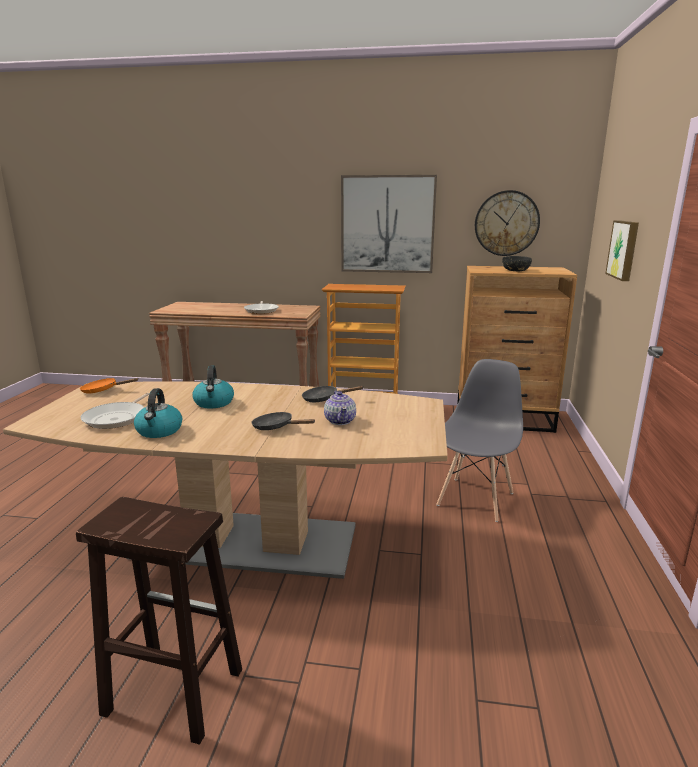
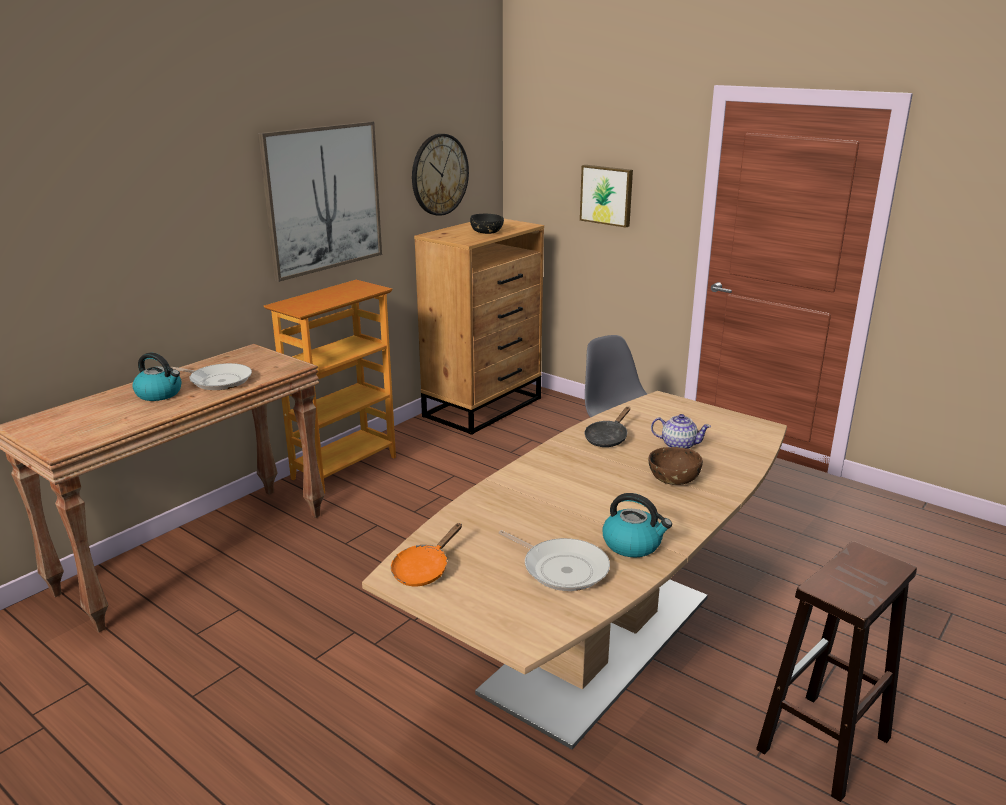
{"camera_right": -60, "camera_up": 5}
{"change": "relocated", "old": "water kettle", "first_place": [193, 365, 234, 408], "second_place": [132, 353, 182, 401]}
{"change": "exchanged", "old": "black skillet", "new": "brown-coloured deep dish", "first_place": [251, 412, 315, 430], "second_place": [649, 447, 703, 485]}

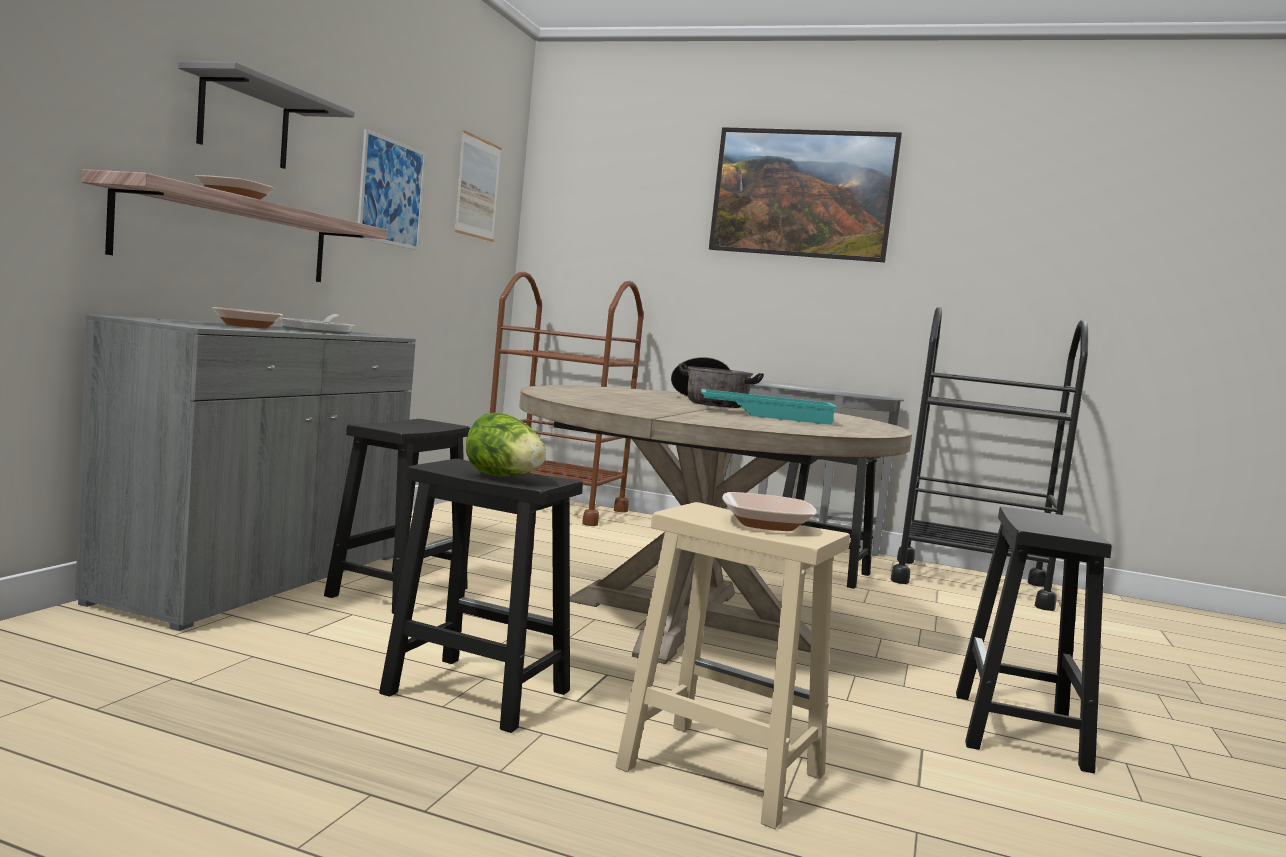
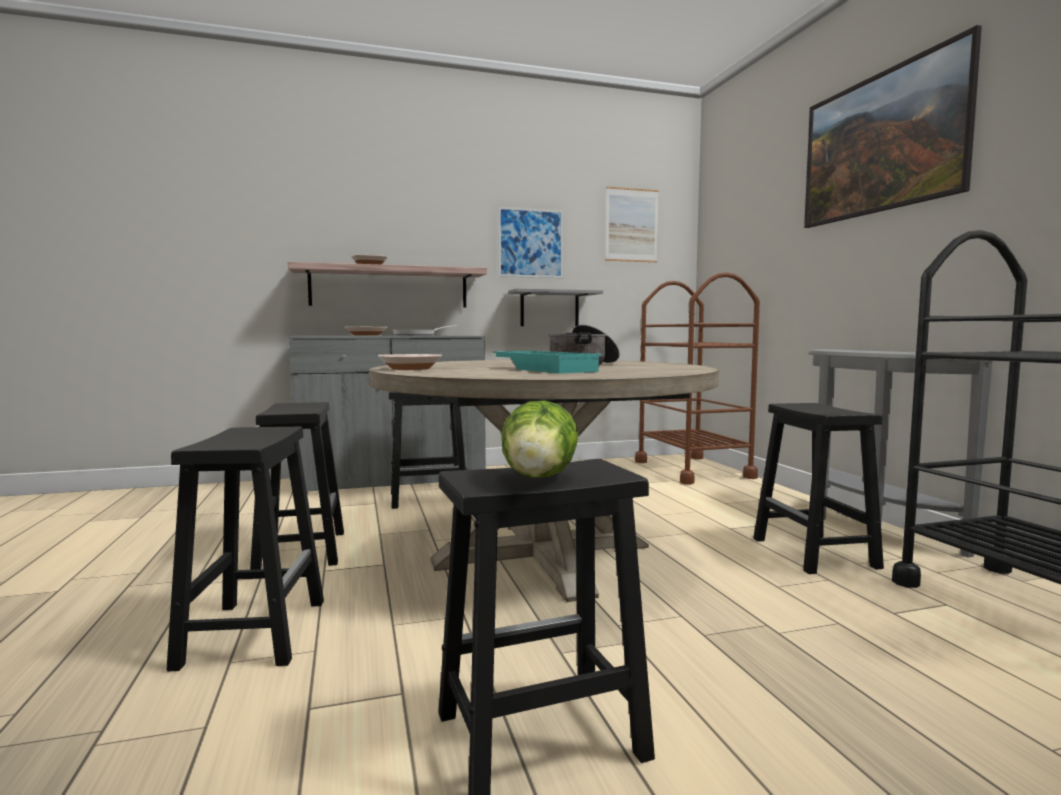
{"camera_right": 55, "camera_up": 0}
{"change": "relocated", "old": "greyish wall shelf", "first_place": [178, 62, 355, 169], "second_place": [508, 288, 603, 326]}
{"change": "relocated", "old": "lettuce head", "first_place": [466, 413, 546, 476], "second_place": [501, 400, 578, 478]}
{"change": "colour", "old": "beige-coloured stool", "new": "black stool", "first_place": [615, 502, 850, 829], "second_place": [166, 427, 324, 672]}
{"change": "relocated", "old": "deep dish", "first_place": [722, 492, 817, 531], "second_place": [378, 354, 442, 370]}

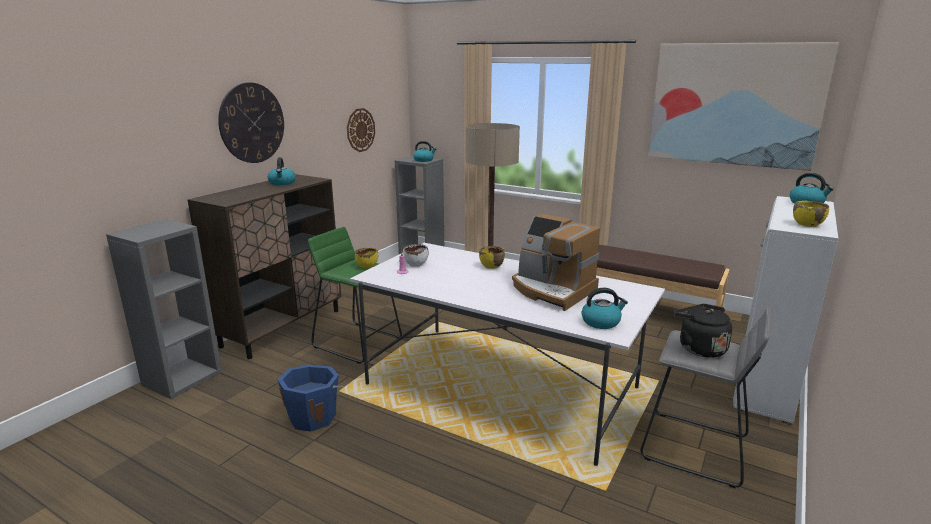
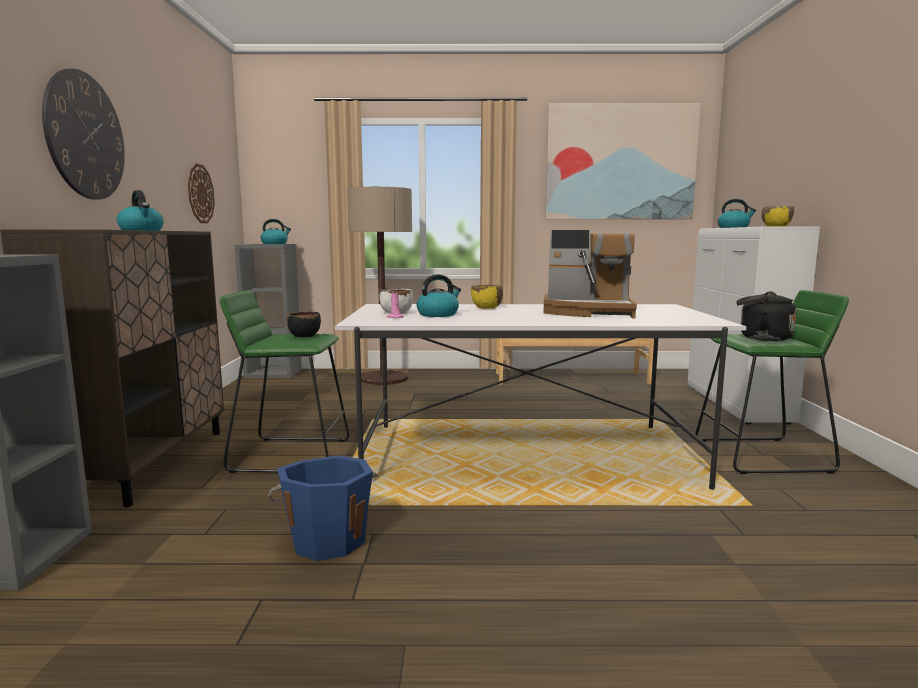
{"camera_right": -30, "camera_up": -10}
{"change": "colour", "old": "yellow-coloured deep dish", "new": "black deep dish", "first_place": [355, 248, 378, 269], "second_place": [286, 311, 321, 337]}
{"change": "relocated", "old": "water kettle", "first_place": [582, 288, 628, 329], "second_place": [417, 274, 461, 317]}
{"change": "colour", "old": "greyish stool", "new": "green-coloured stool", "first_place": [641, 308, 771, 488], "second_place": [695, 290, 849, 474]}

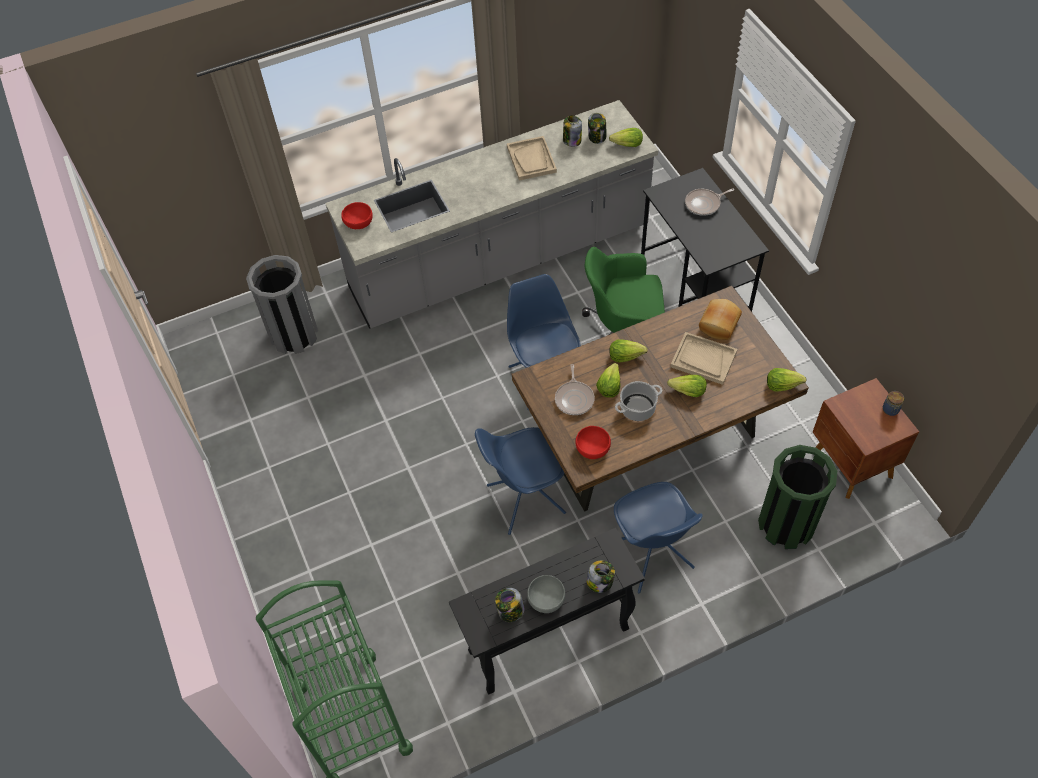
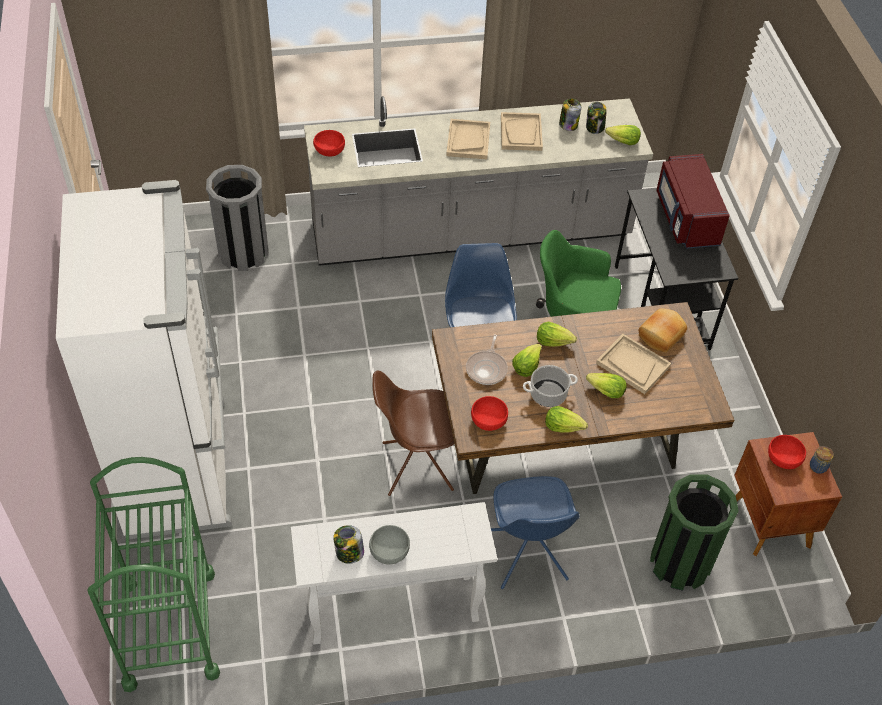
{"camera_right": 10, "camera_up": -5}
{"change": "colour", "old": "black hall table", "new": "whitish hall table", "first_place": [449, 528, 645, 694], "second_place": [291, 502, 497, 645]}
{"change": "colour", "old": "bluish upright chair", "new": "brown-coloured upright chair", "first_place": [475, 427, 566, 535], "second_place": [373, 371, 454, 496]}
{"change": "missing", "old": "jar", "first_place": [586, 561, 615, 593]}
{"change": "exchanged", "old": "skillet", "new": "red microwave oven", "first_place": [685, 188, 734, 216], "second_place": [657, 154, 730, 249]}
{"change": "relocated", "old": "lettuce head", "first_place": [767, 368, 806, 392], "second_place": [545, 406, 588, 433]}
{"change": "appeared", "new": "whitish fridge", "second_place": [56, 180, 232, 539]}
{"change": "appeared", "new": "beige-coloured tray", "second_place": [446, 119, 490, 159]}
{"change": "appeared", "new": "red deep dish", "second_place": [768, 435, 806, 469]}

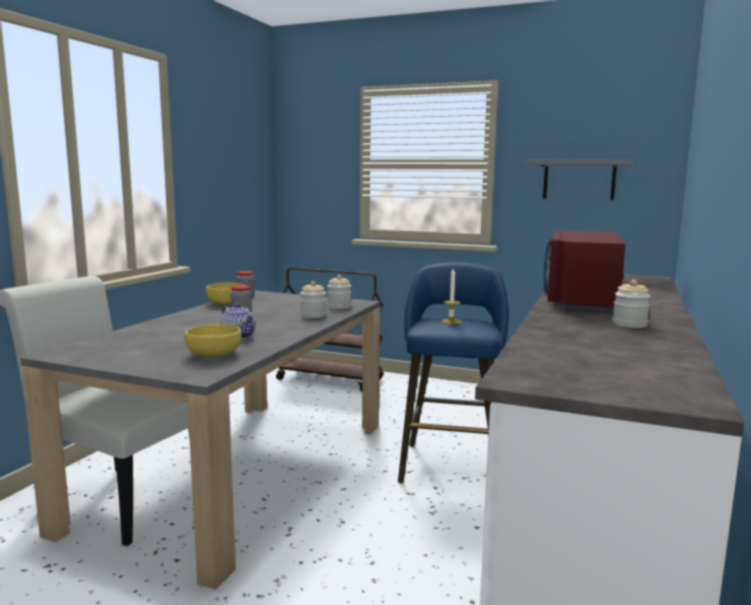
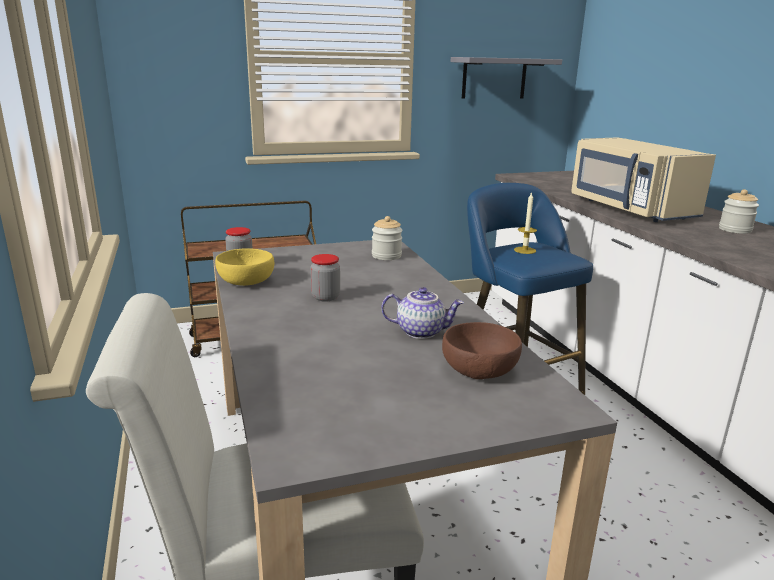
{"camera_right": -40, "camera_up": 10}
{"change": "colour", "old": "yellow-coloured deep dish", "new": "brown-coloured deep dish", "first_place": [184, 324, 241, 357], "second_place": [442, 322, 522, 379]}
{"change": "missing", "old": "jar", "first_place": [300, 281, 326, 318]}
{"change": "colour", "old": "red microwave oven", "new": "beige-coloured microwave oven", "first_place": [544, 231, 625, 313], "second_place": [571, 137, 716, 222]}

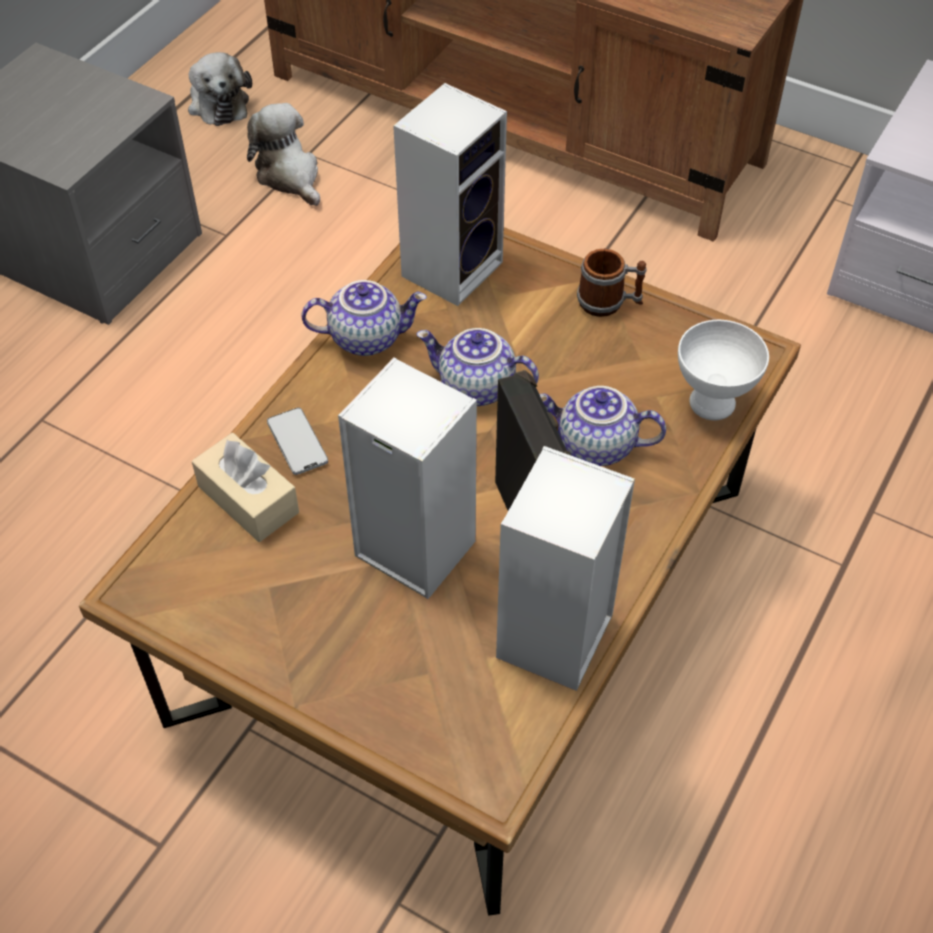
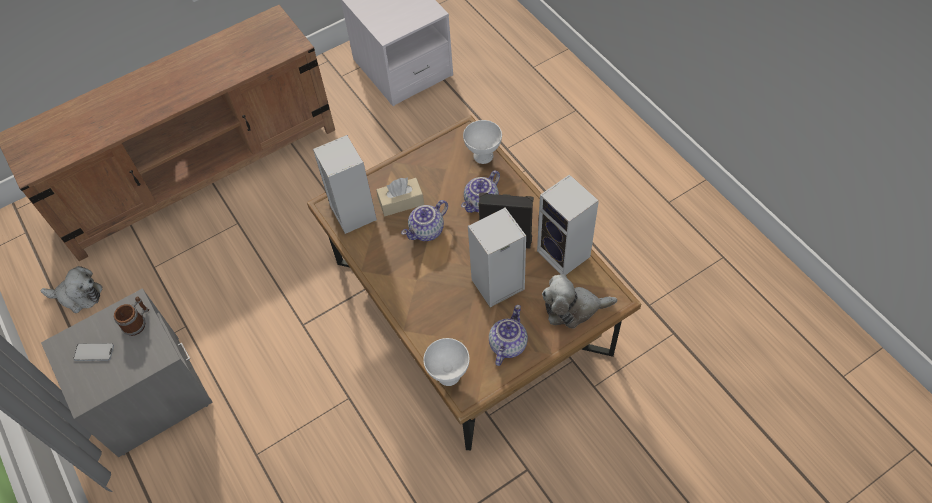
{"camera_right": -60, "camera_up": 5}
{"change": "relocated", "old": "beige-coloured tissue holder", "first_place": [192, 433, 299, 542], "second_place": [376, 177, 424, 216]}
{"change": "relocated", "old": "cuddly toy", "first_place": [247, 103, 320, 206], "second_place": [542, 274, 617, 329]}
{"change": "relocated", "old": "telephone", "first_place": [267, 407, 328, 475], "second_place": [73, 343, 114, 361]}
{"change": "relocated", "old": "pot for tea", "first_place": [301, 280, 427, 356], "second_place": [489, 305, 528, 366]}
{"change": "relocated", "old": "tea mug", "first_place": [577, 249, 647, 317], "second_place": [114, 297, 149, 336]}
{"change": "appeared", "new": "whitish deep dish", "second_place": [423, 338, 470, 386]}

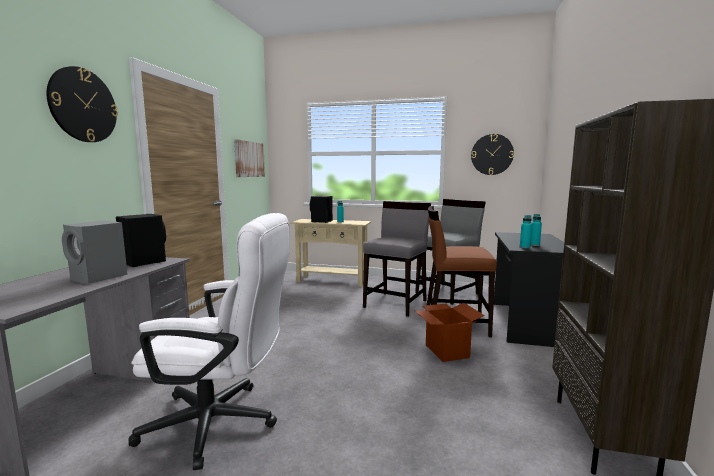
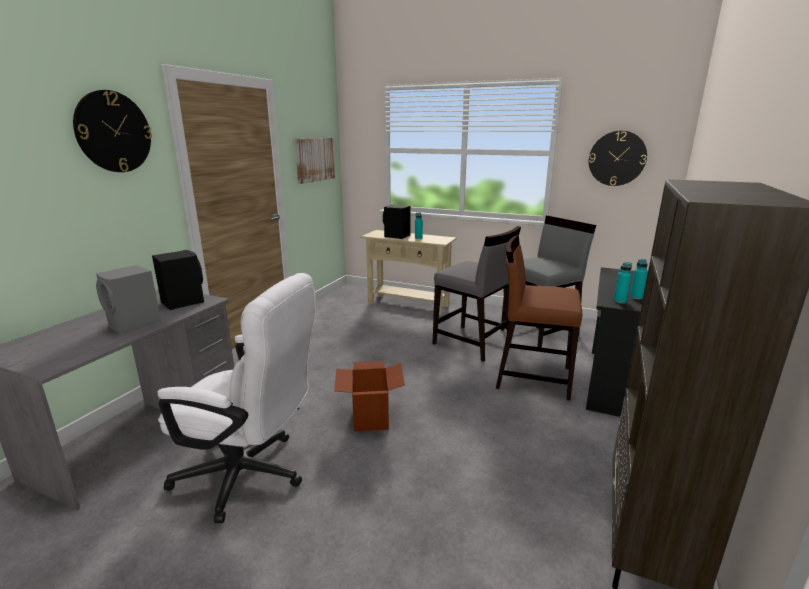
{"camera_right": 10, "camera_up": 10}
{"change": "spun", "old": "greyish upright chair", "first_place": [363, 201, 431, 317], "second_place": [432, 226, 521, 362], "degrees": 90}
{"change": "relocated", "old": "cardboard box", "first_place": [414, 303, 485, 362], "second_place": [334, 361, 405, 431]}

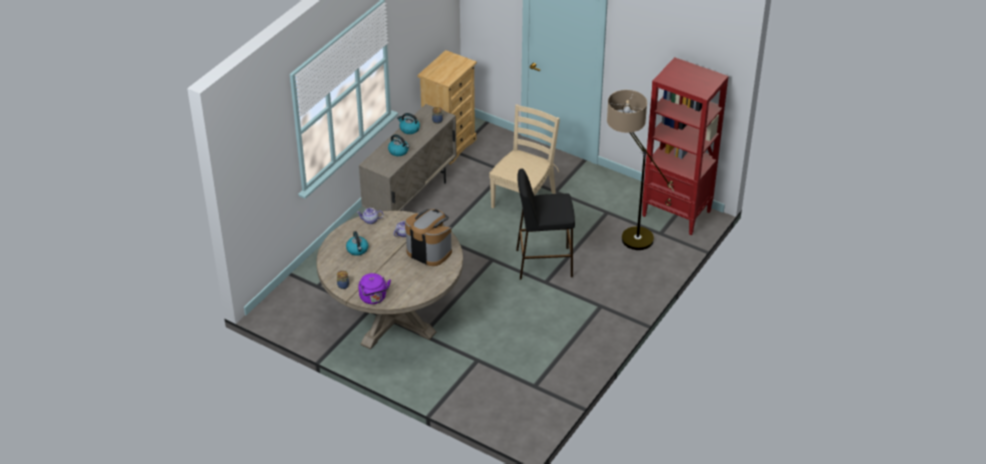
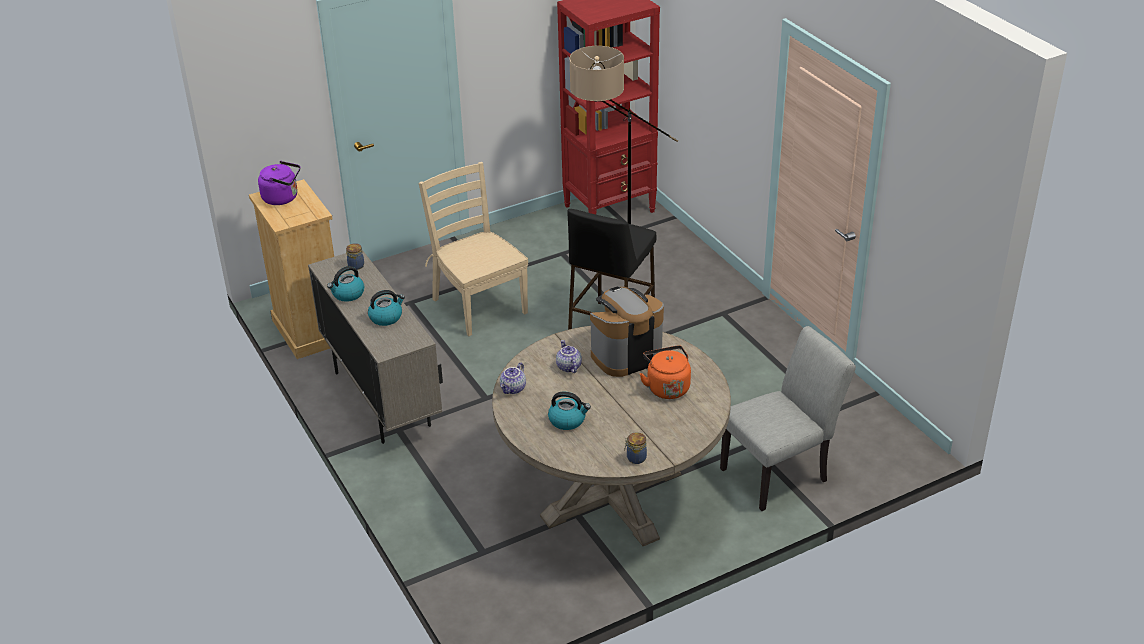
{"camera_right": -60, "camera_up": -5}
{"change": "relocated", "old": "purple water kettle", "first_place": [358, 273, 391, 304], "second_place": [258, 161, 300, 205]}
{"change": "appeared", "new": "orangey water kettle", "second_place": [640, 345, 691, 399]}
{"change": "appeared", "new": "greyish upright chair", "second_place": [720, 326, 856, 511]}

